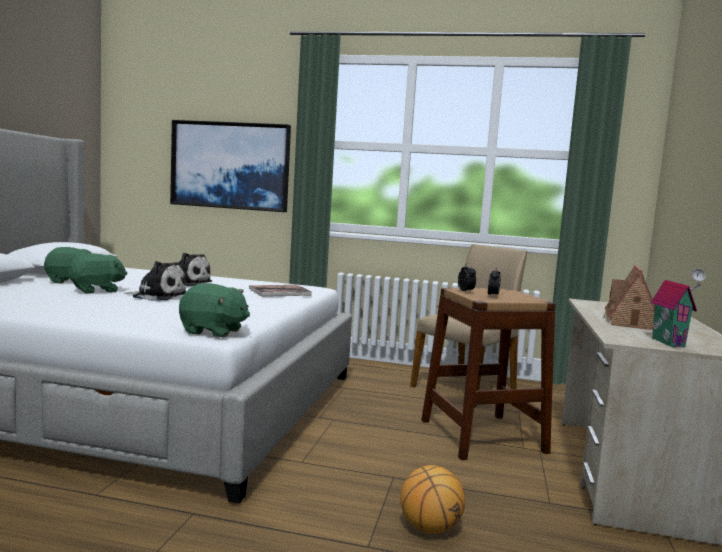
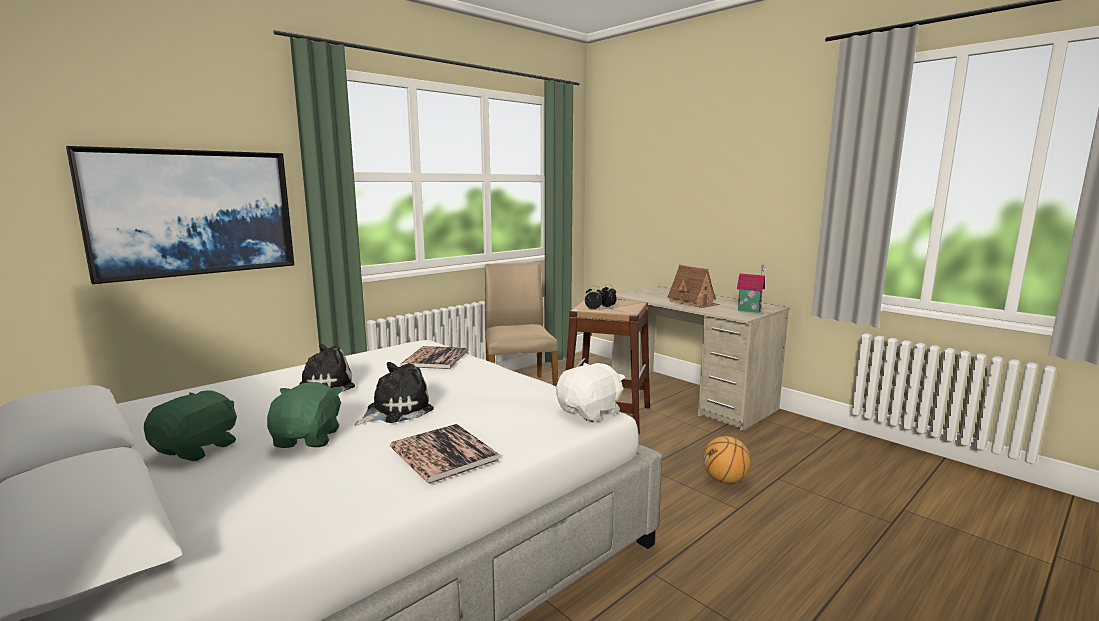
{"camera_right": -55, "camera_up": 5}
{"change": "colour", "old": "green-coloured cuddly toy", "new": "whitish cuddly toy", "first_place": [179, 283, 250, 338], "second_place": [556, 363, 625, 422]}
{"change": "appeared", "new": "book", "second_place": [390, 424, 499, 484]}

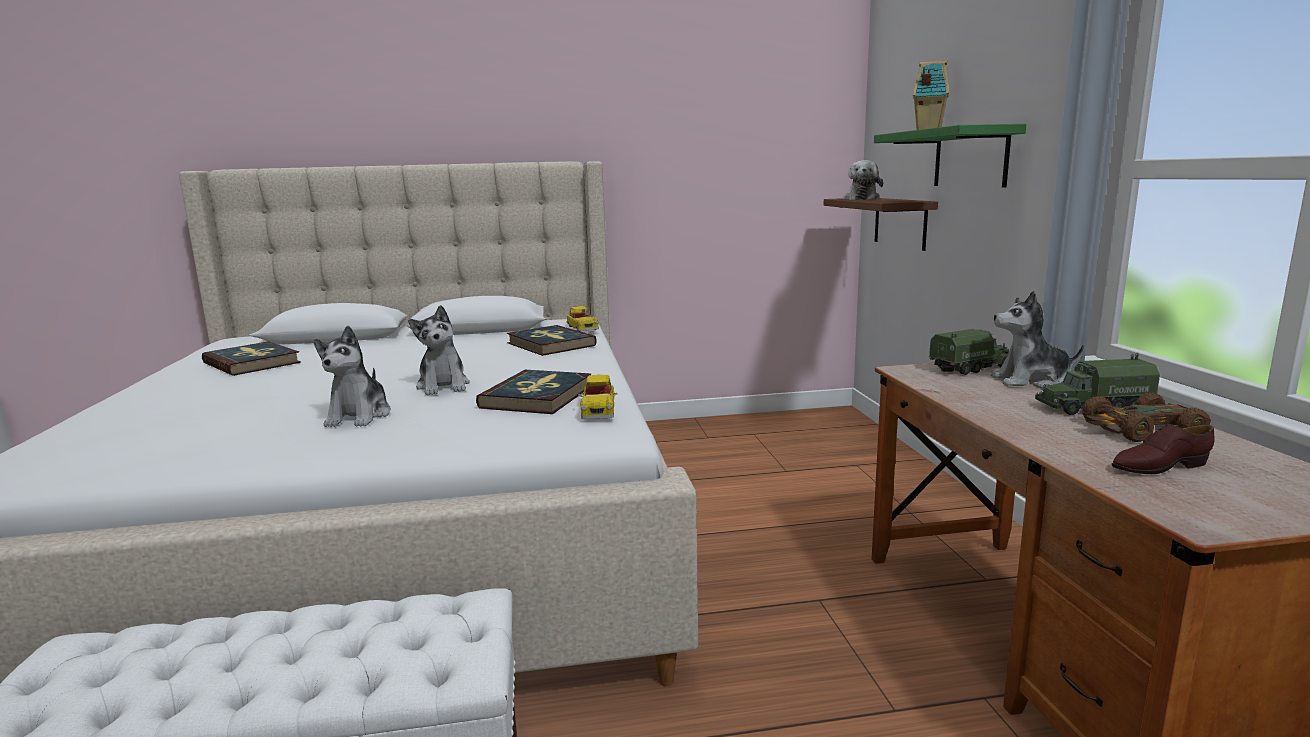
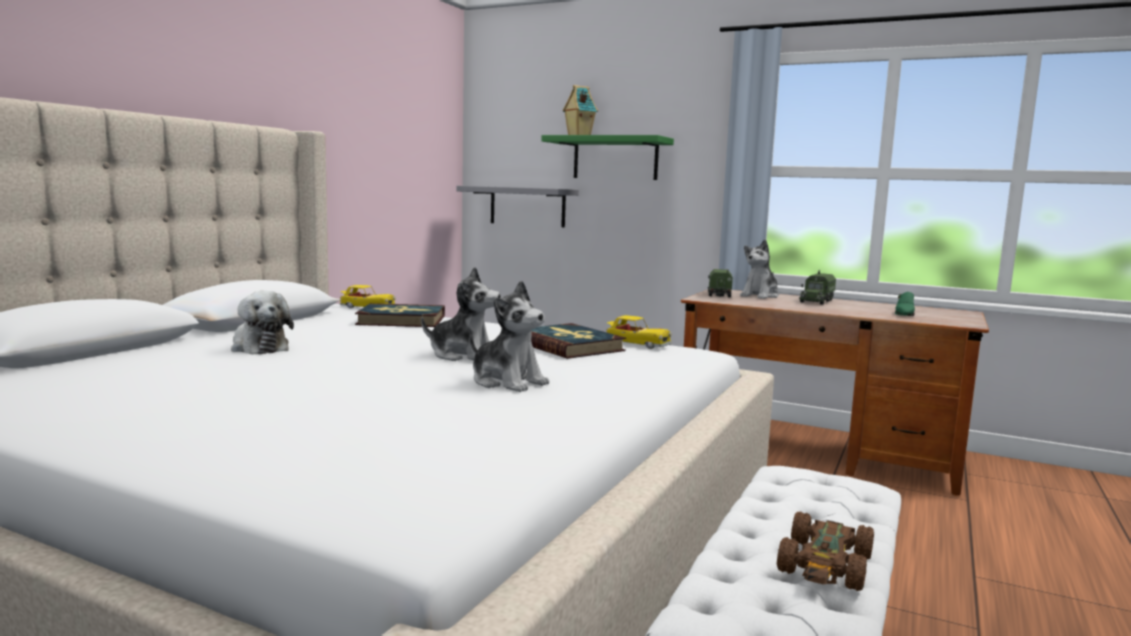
{"camera_right": -55, "camera_up": -5}
{"change": "missing", "old": "book", "first_place": [202, 341, 301, 376]}
{"change": "colour", "old": "brown-coloured wall shelf", "new": "greyish wall shelf", "first_place": [824, 198, 938, 251], "second_place": [457, 186, 579, 227]}
{"change": "relocated", "old": "cuddly toy", "first_place": [843, 160, 883, 200], "second_place": [231, 291, 294, 354]}
{"change": "relocated", "old": "brown-coloured model car", "first_place": [1082, 392, 1211, 442], "second_place": [777, 511, 874, 591]}
{"change": "colour", "old": "brown-coloured low shoe", "new": "green-coloured low shoe", "first_place": [1112, 424, 1215, 474], "second_place": [895, 292, 915, 316]}

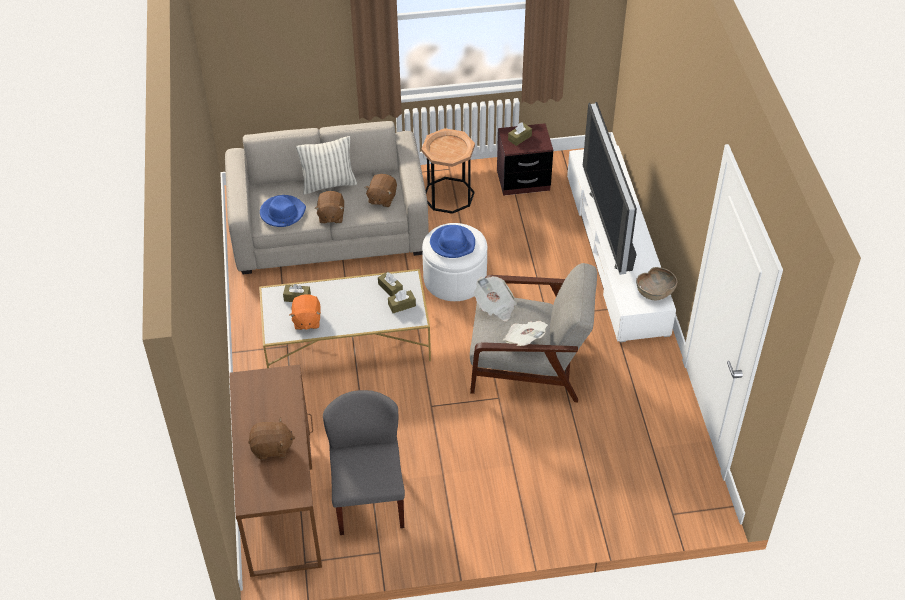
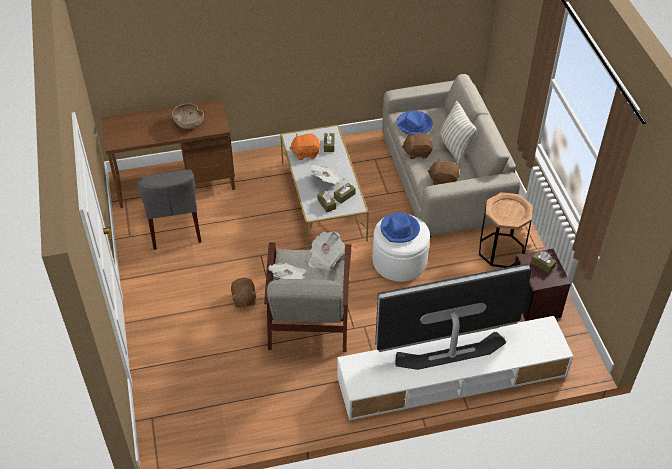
{"camera_right": 85, "camera_up": 0}
{"change": "relocated", "old": "brown-coloured cuddly toy", "first_place": [248, 418, 296, 460], "second_place": [231, 278, 257, 308]}
{"change": "spun", "old": "greyish upright chair", "first_place": [323, 390, 405, 535], "second_place": [138, 169, 201, 250], "degrees": 90}
{"change": "relocated", "old": "brown-coloured deep dish", "first_place": [636, 267, 677, 300], "second_place": [172, 103, 204, 129]}
{"change": "appeared", "new": "newspaper", "second_place": [309, 164, 344, 184]}

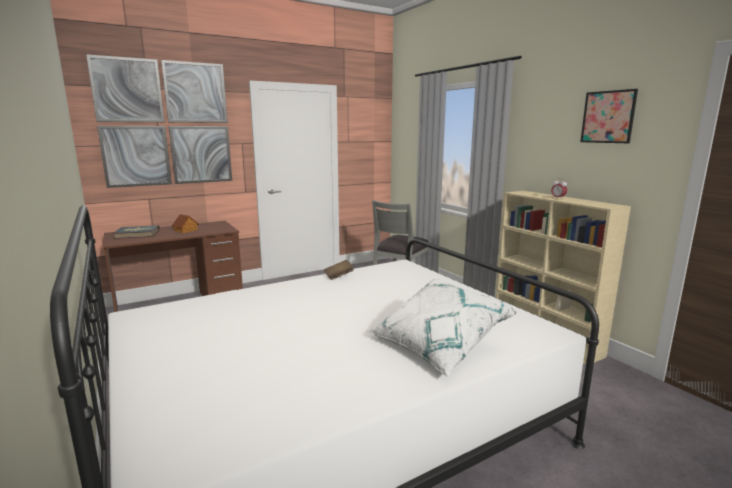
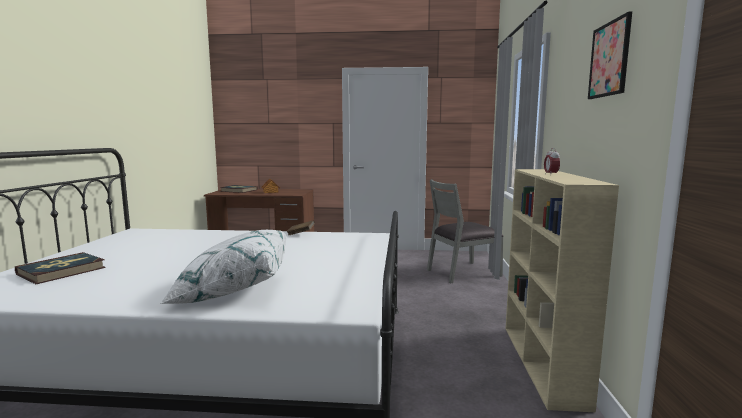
{"camera_right": 35, "camera_up": -5}
{"change": "missing", "old": "picture", "first_place": [86, 54, 232, 188]}
{"change": "appeared", "new": "book", "second_place": [15, 252, 106, 284]}

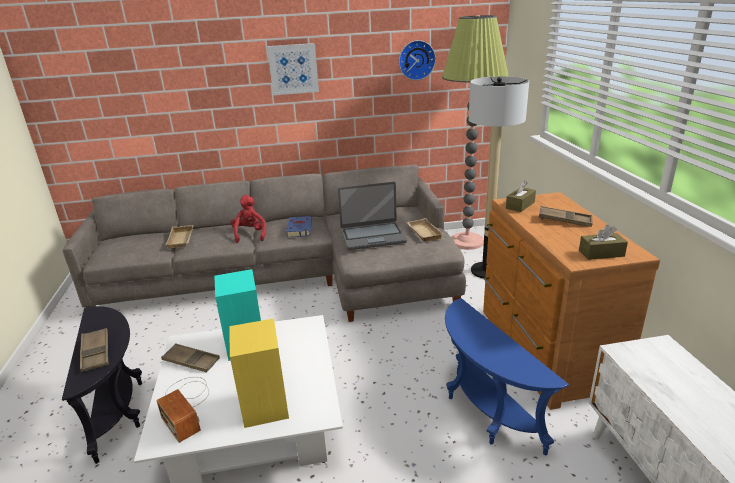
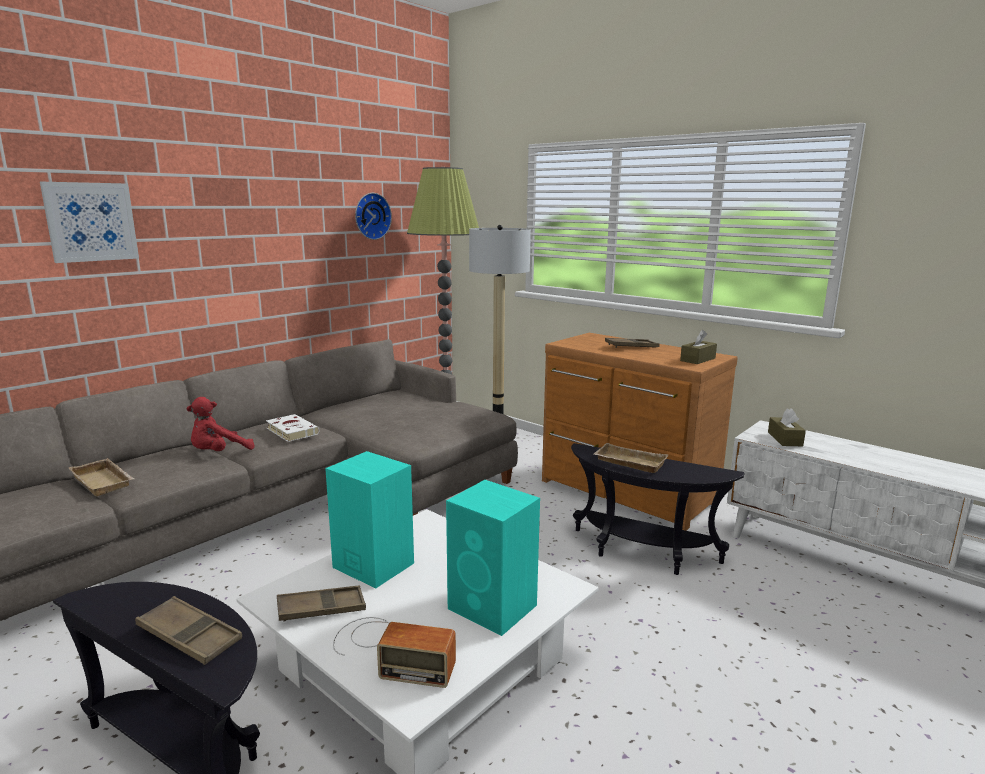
{"camera_right": -40, "camera_up": -10}
{"change": "colour", "old": "yellow-coloured audio speaker", "new": "blue-green audio speaker", "first_place": [229, 318, 289, 428], "second_place": [446, 480, 540, 636]}
{"change": "spun", "old": "red cuddly toy", "first_place": [230, 195, 266, 243], "second_place": [186, 397, 255, 451], "degrees": -90}
{"change": "relocated", "old": "picture", "first_place": [267, 43, 319, 95], "second_place": [40, 182, 139, 263]}
{"change": "colour", "old": "bluish book", "new": "whitish book", "first_place": [286, 216, 312, 237], "second_place": [266, 414, 319, 442]}
{"change": "missing", "old": "notebook computer", "first_place": [338, 182, 407, 250]}
{"change": "relocated", "old": "beige-coloured tray", "first_place": [406, 218, 443, 242], "second_place": [594, 443, 668, 473]}
{"change": "colour", "old": "bluish side table", "new": "black side table", "first_place": [445, 298, 569, 455], "second_place": [571, 443, 745, 575]}
{"change": "relocated", "old": "brown-coloured tissue holder", "first_place": [506, 181, 536, 212], "second_place": [768, 408, 806, 446]}

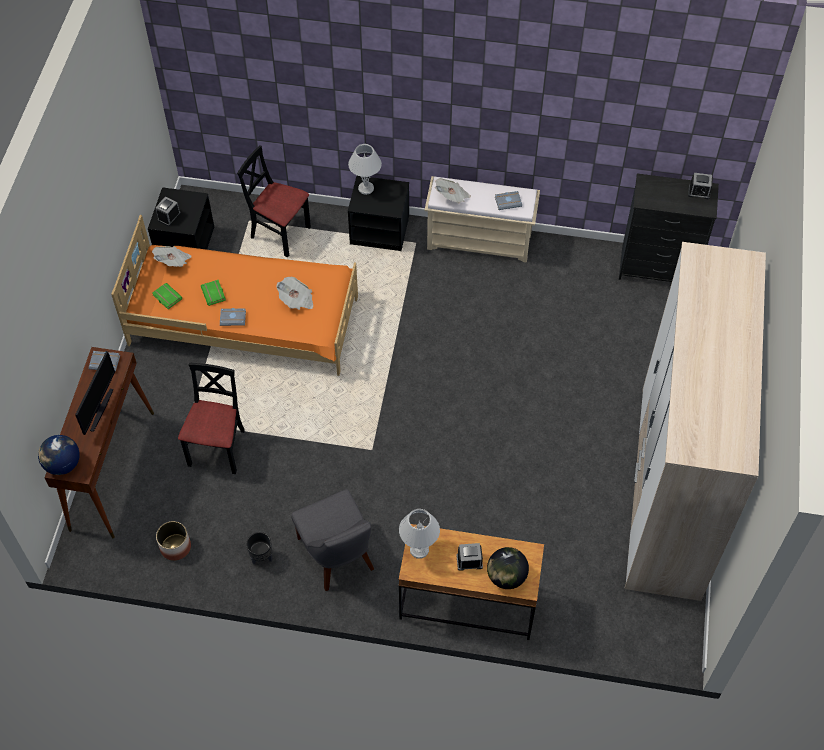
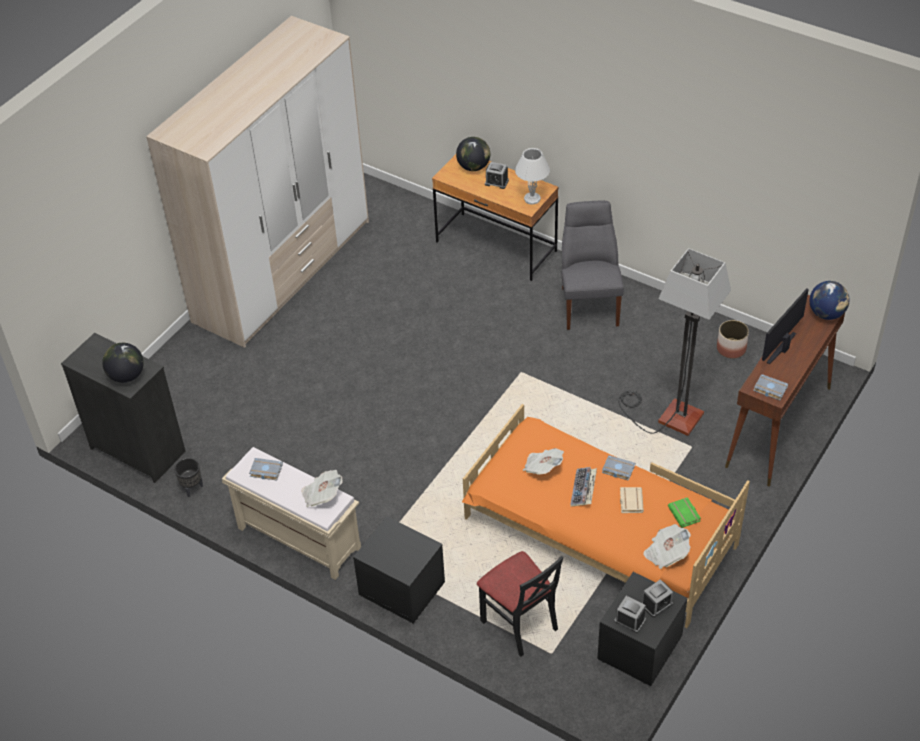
{"camera_right": -155, "camera_up": -10}
{"change": "exchanged", "old": "black upright chair", "new": "standard lamp", "first_place": [178, 363, 245, 474], "second_place": [618, 248, 731, 436]}
{"change": "colour", "old": "green-coloured book", "new": "beige-coloured book", "first_place": [201, 280, 226, 306], "second_place": [620, 487, 644, 513]}
{"change": "relocated", "old": "black plant pot", "first_place": [246, 532, 272, 564], "second_place": [174, 458, 203, 497]}
{"change": "missing", "old": "whitish table lamp", "first_place": [348, 144, 382, 195]}
{"change": "relocated", "old": "table clock", "first_place": [688, 173, 713, 199], "second_place": [614, 596, 646, 633]}
{"change": "appeared", "new": "desk globe", "second_place": [102, 343, 144, 383]}
{"change": "appeared", "new": "PC keyboard", "second_place": [571, 467, 597, 507]}

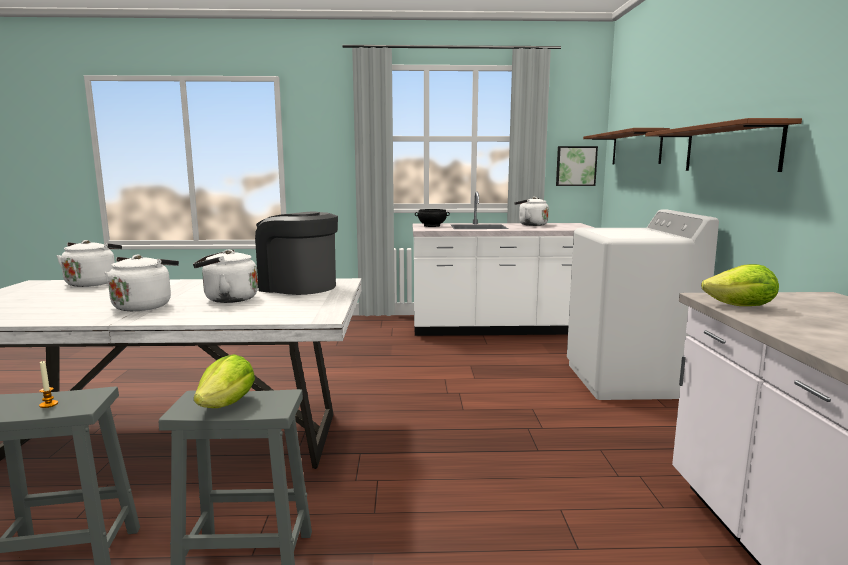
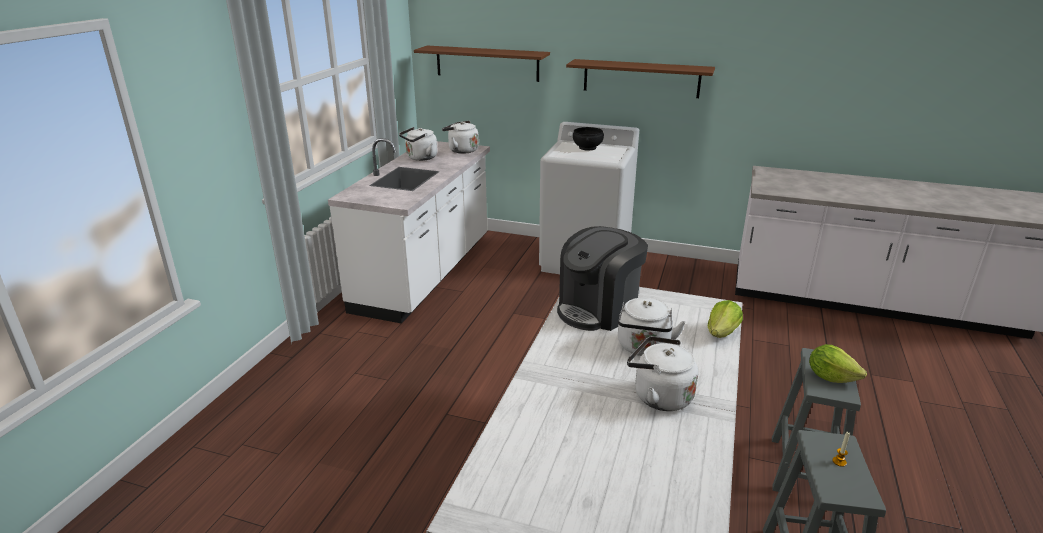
{"camera_right": -70, "camera_up": 15}
{"change": "relocated", "old": "whitish water kettle", "first_place": [57, 240, 122, 287], "second_place": [442, 121, 479, 154]}
{"change": "relocated", "old": "black deep dish", "first_place": [415, 209, 450, 227], "second_place": [573, 127, 604, 151]}
{"change": "missing", "old": "picture", "first_place": [556, 146, 598, 186]}
{"change": "relocated", "old": "lettuce head", "first_place": [701, 264, 779, 306], "second_place": [708, 300, 743, 338]}

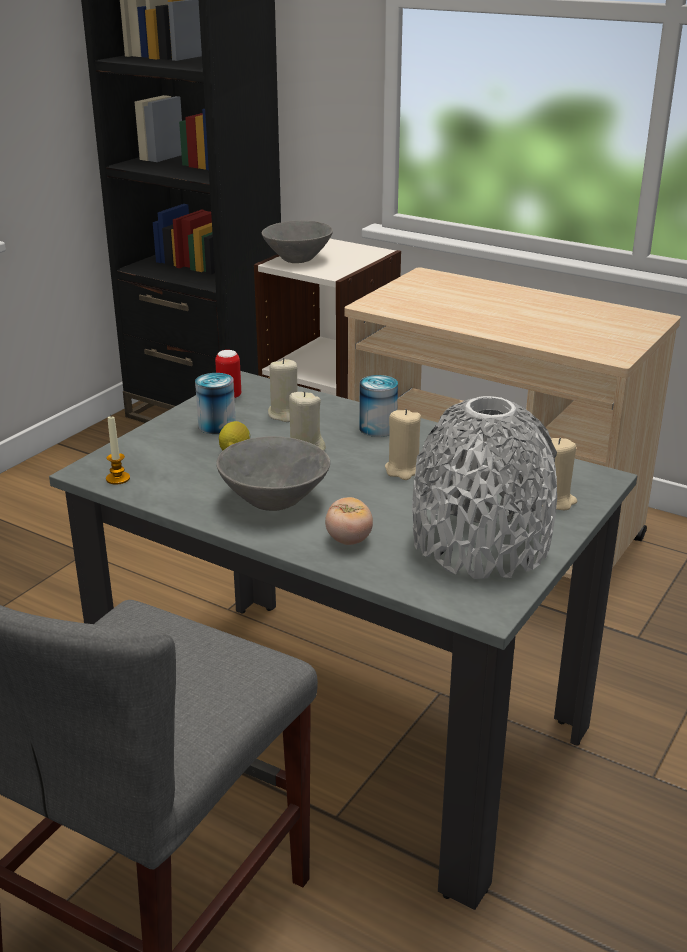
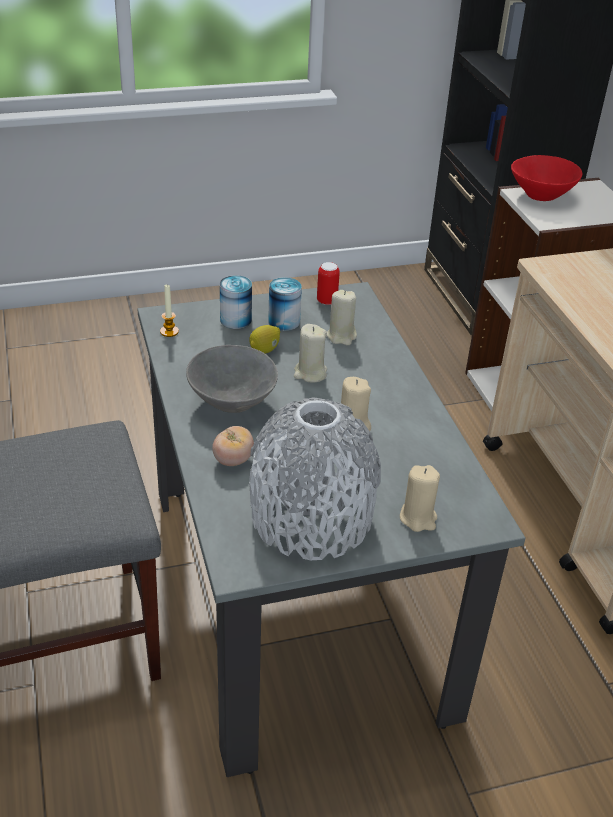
{"camera_right": 40, "camera_up": 10}
{"change": "colour", "old": "greyish deep dish", "new": "red deep dish", "first_place": [262, 220, 333, 263], "second_place": [511, 155, 582, 201]}
{"change": "relocated", "old": "metal can", "first_place": [359, 375, 398, 437], "second_place": [220, 275, 252, 329]}

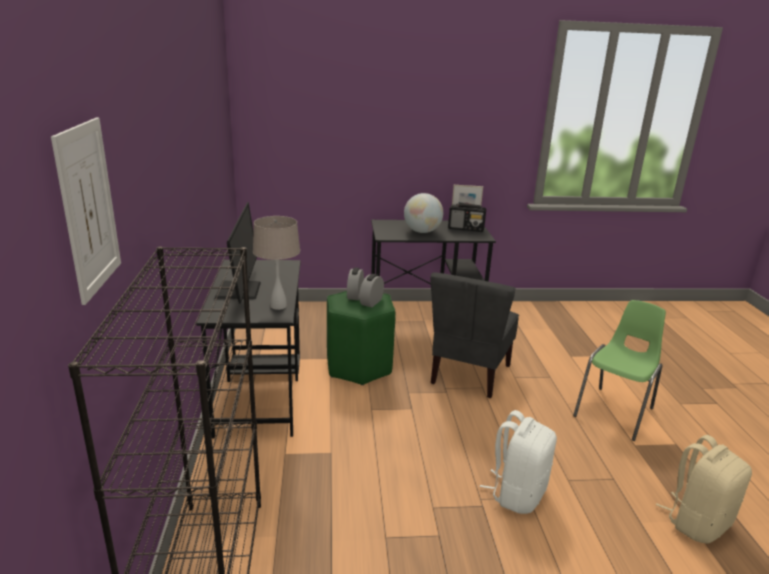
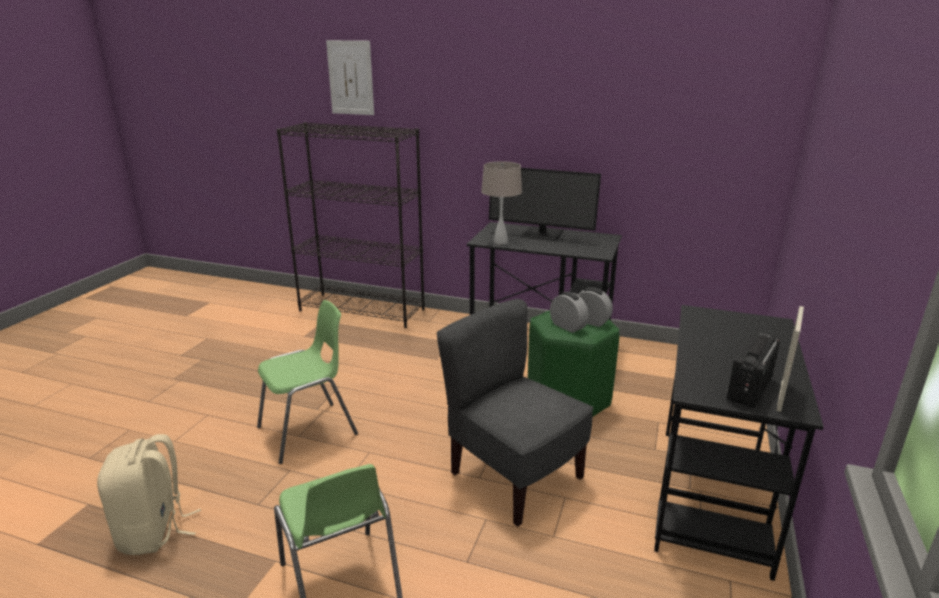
{"camera_right": 115, "camera_up": 0}
{"change": "missing", "old": "desk globe", "first_place": [404, 193, 443, 233]}
{"change": "exchanged", "old": "whitish backpack", "new": "green-coloured upright chair", "first_place": [480, 410, 557, 514], "second_place": [257, 300, 358, 464]}

